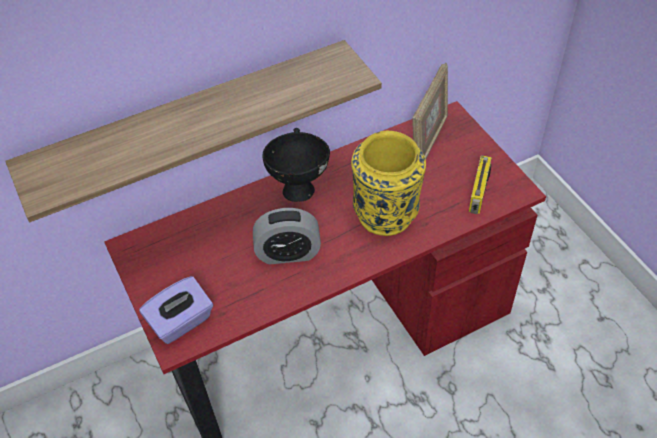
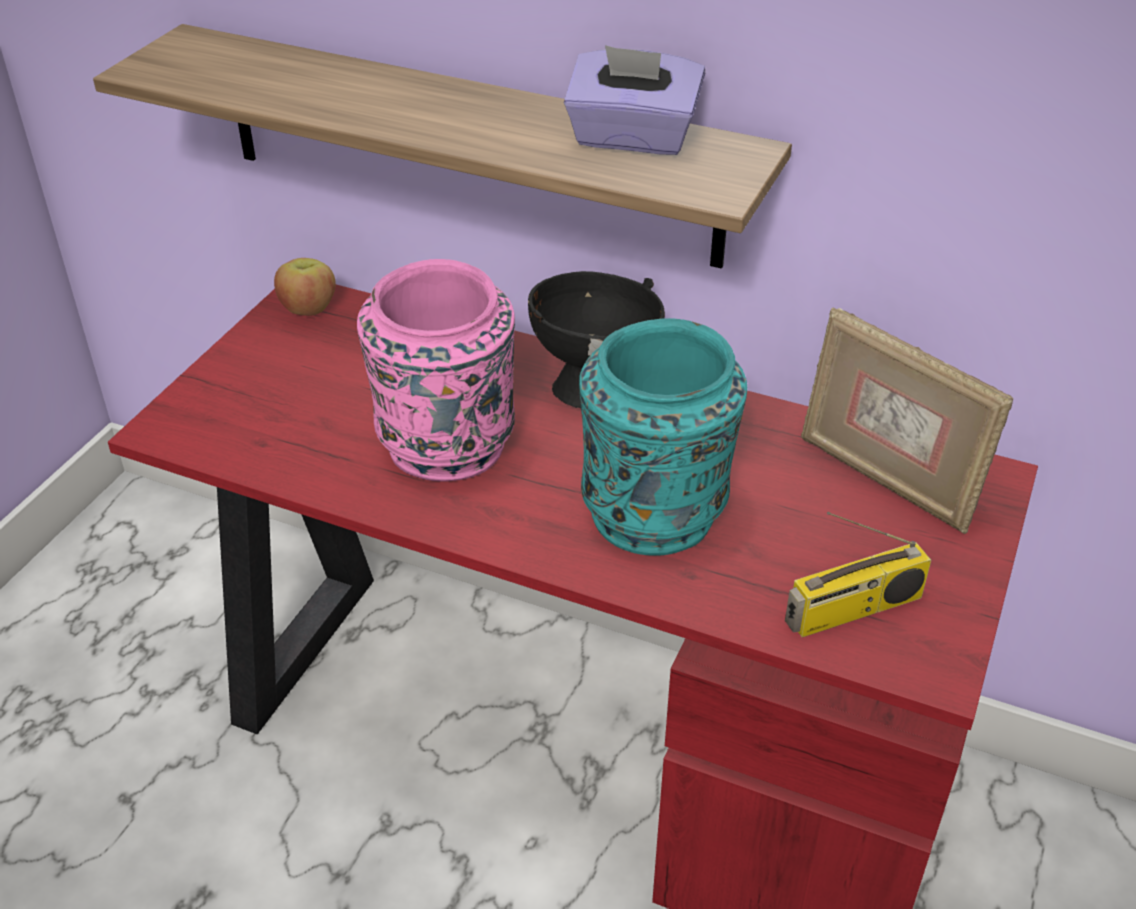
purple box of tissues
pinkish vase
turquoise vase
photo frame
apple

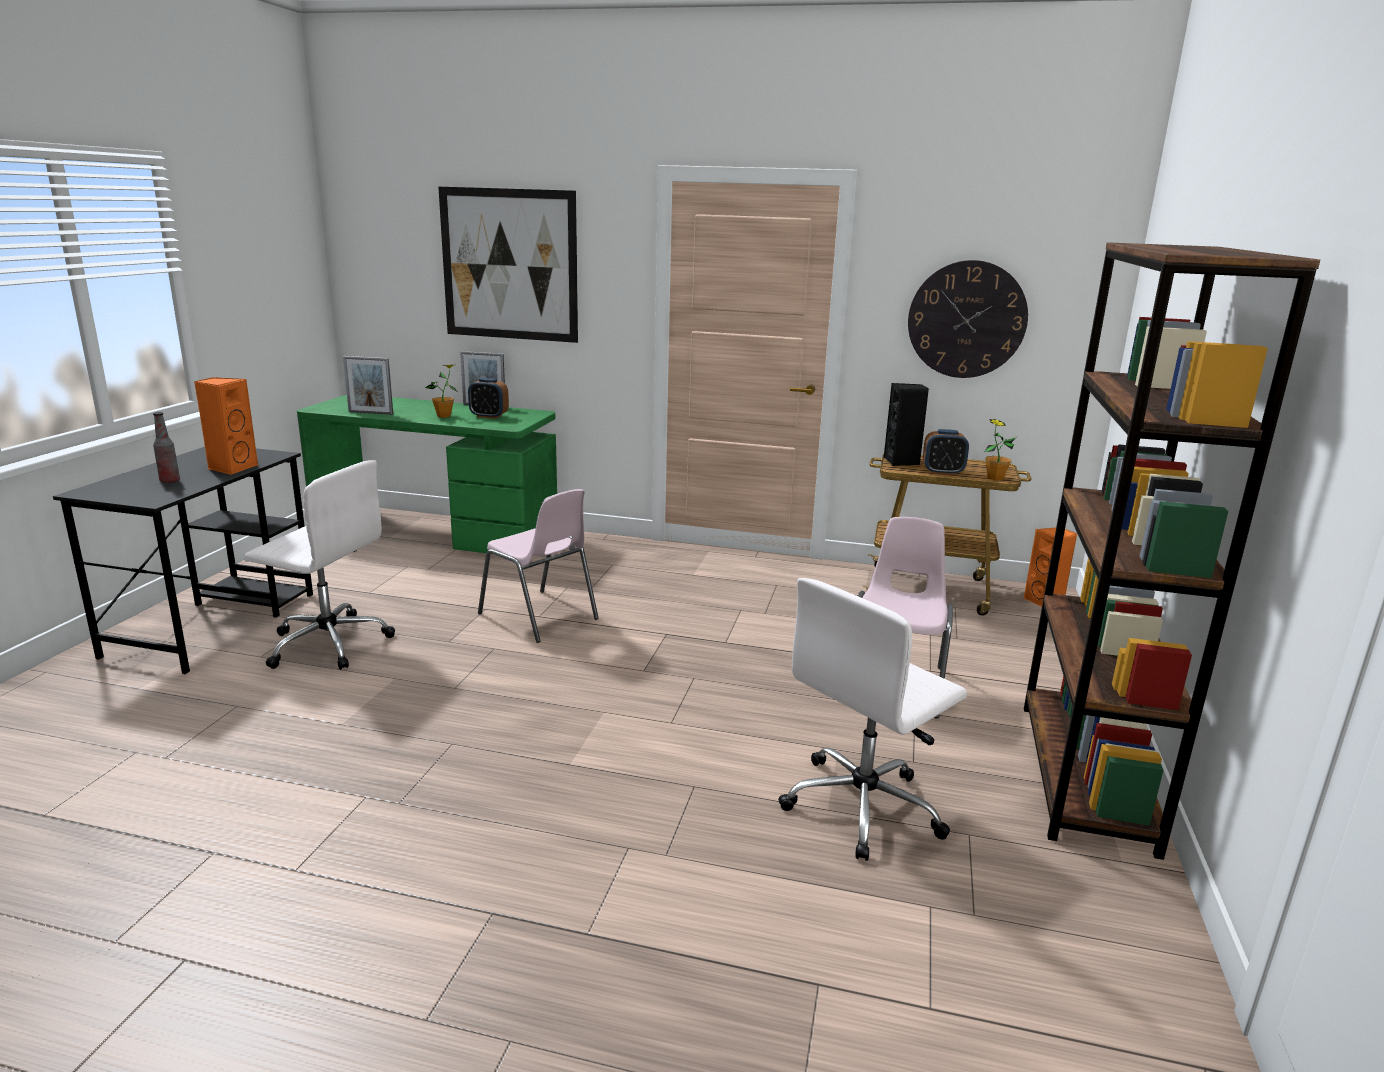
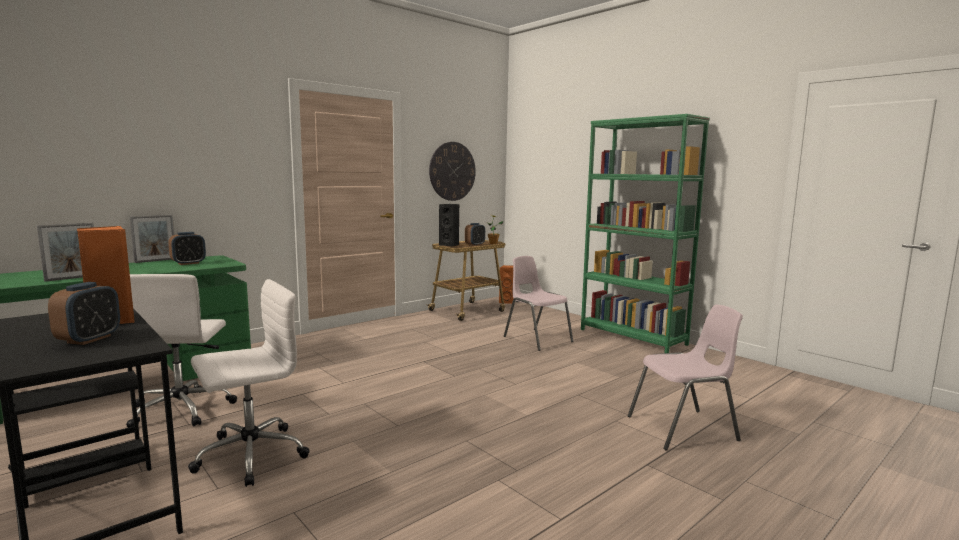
table clock (1st from left)
houseplant (1st from left in the first image)
wall picture
pinkish chair (2nd from left)
white-coloured computer chair (1st from left)
green shelving unit

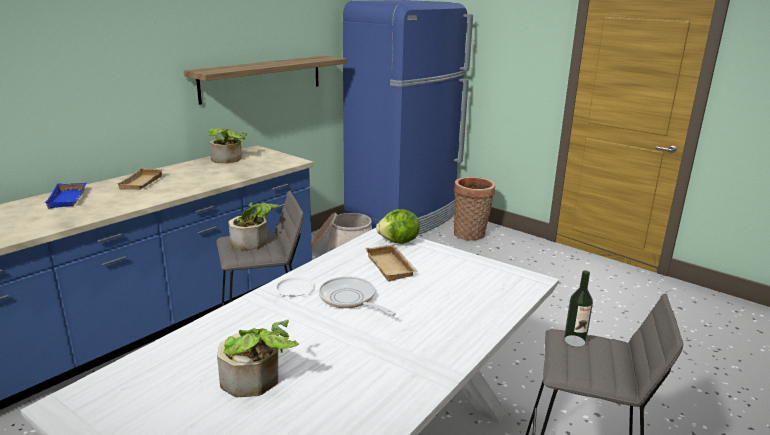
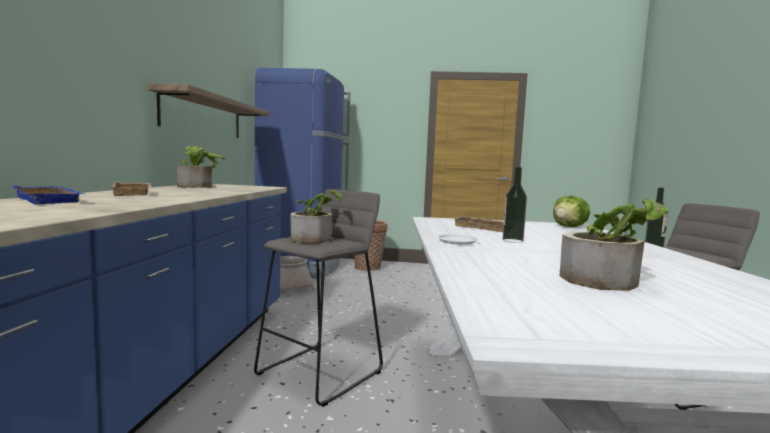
beverage bottle (1st from left)
head of lettuce

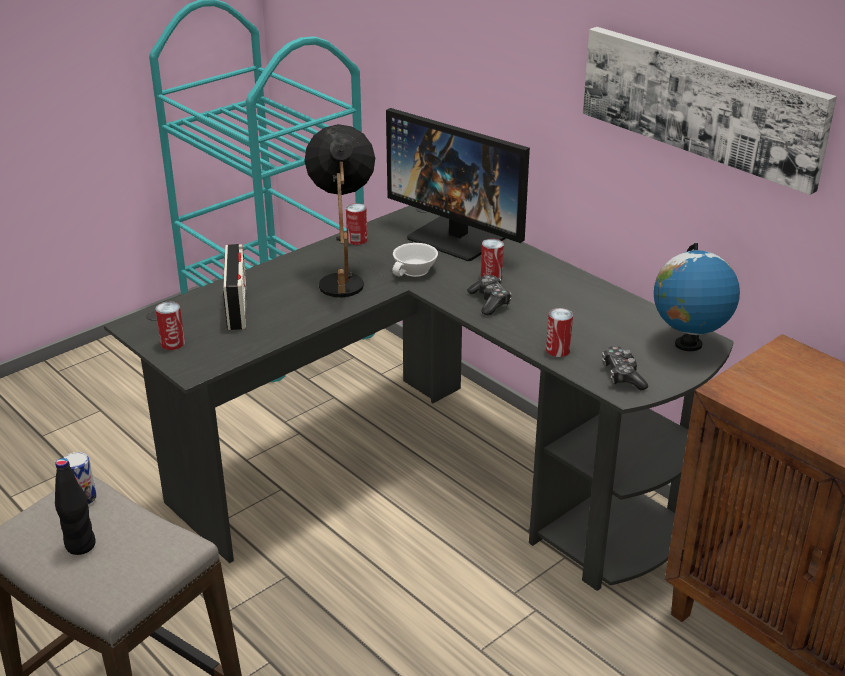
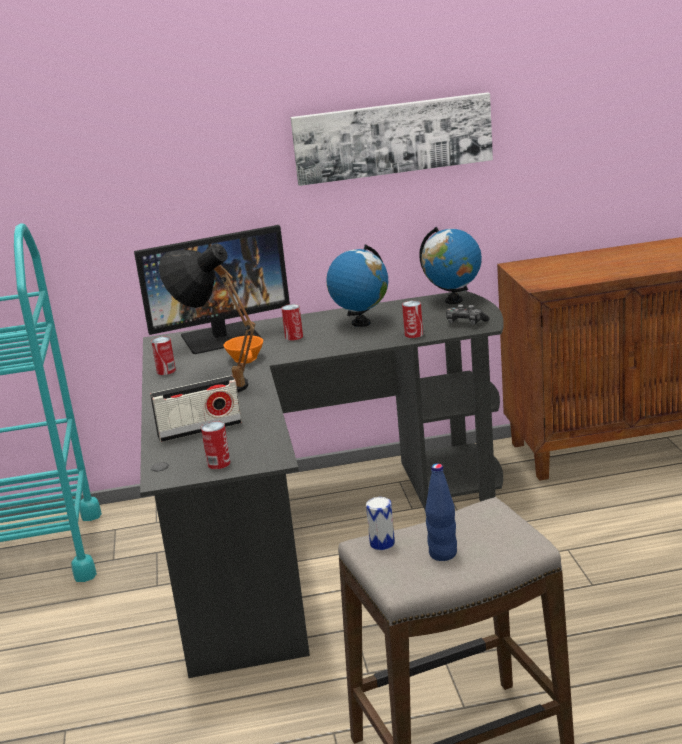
blue beverage bottle
radio
orange small cup
game controller (1st from left in the first image)
globe (1st from left)

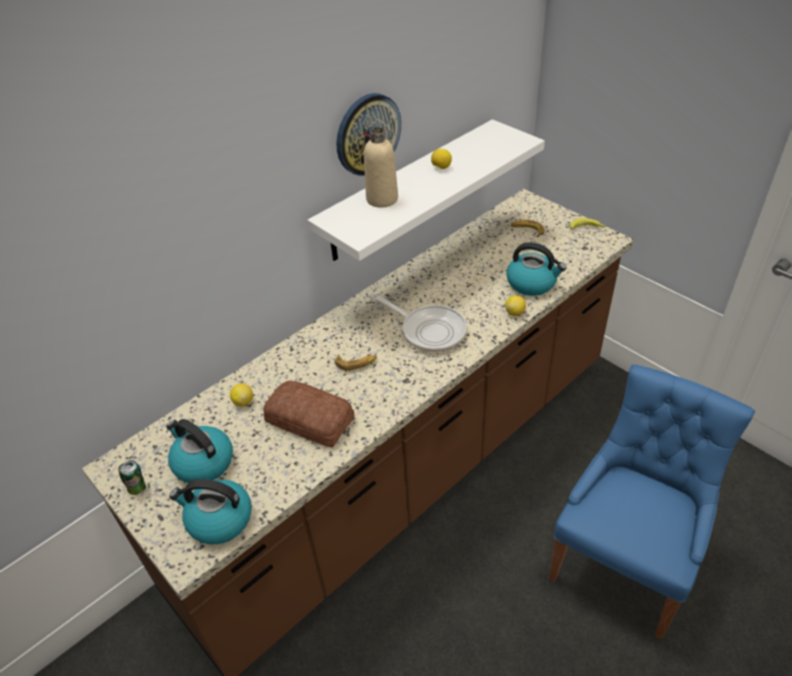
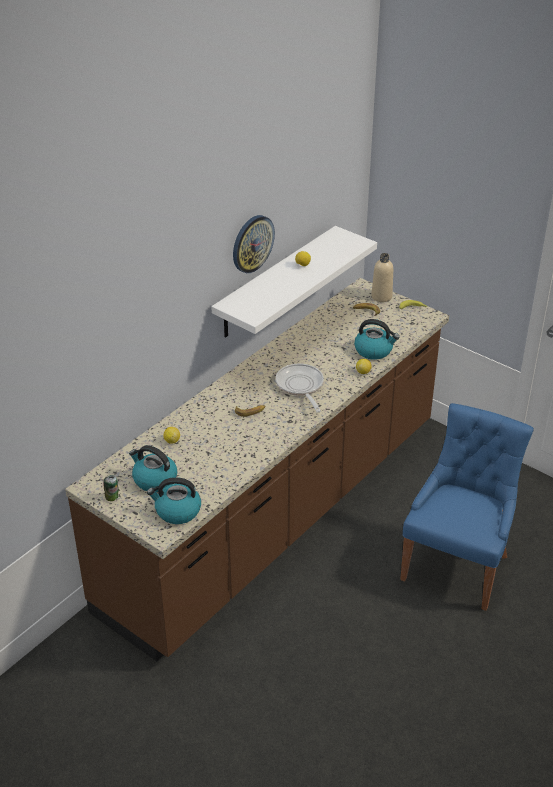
baked bread
beige-coloured beverage bottle
skillet

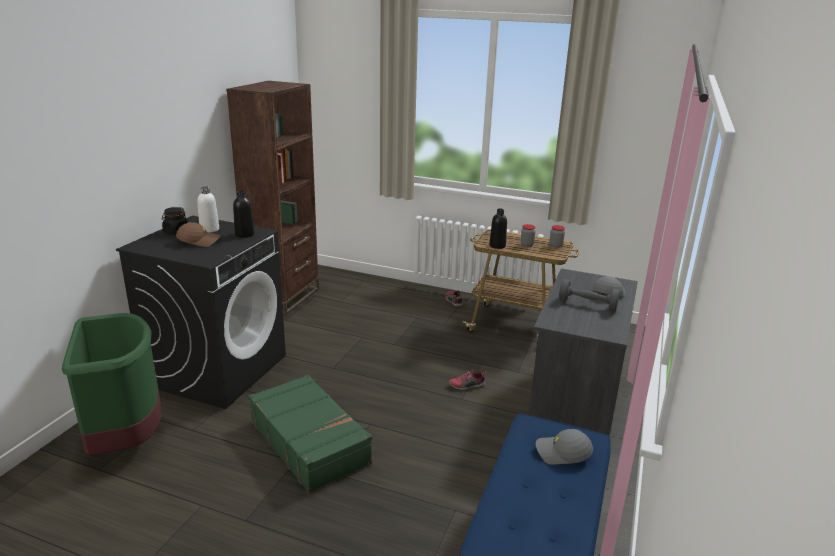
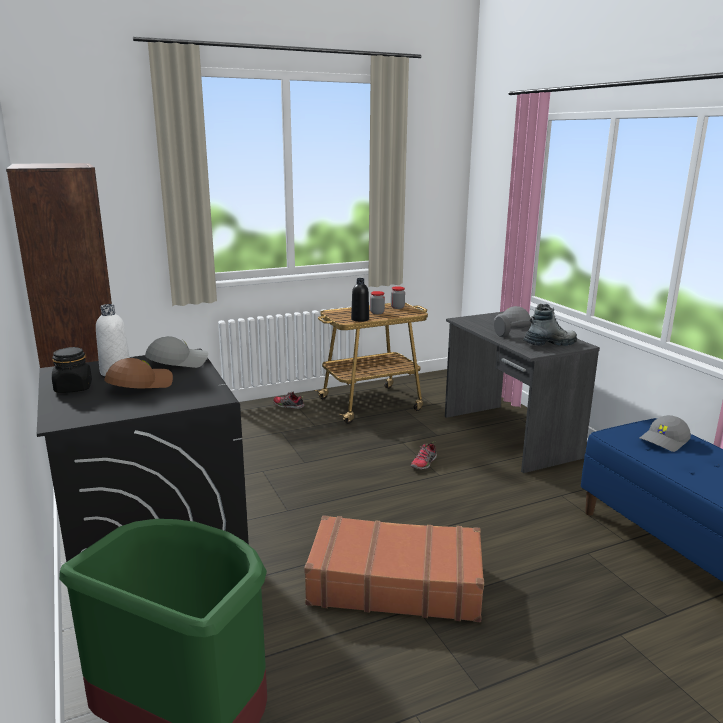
grey peaked cap (1st from left)
brownish travel case
boot

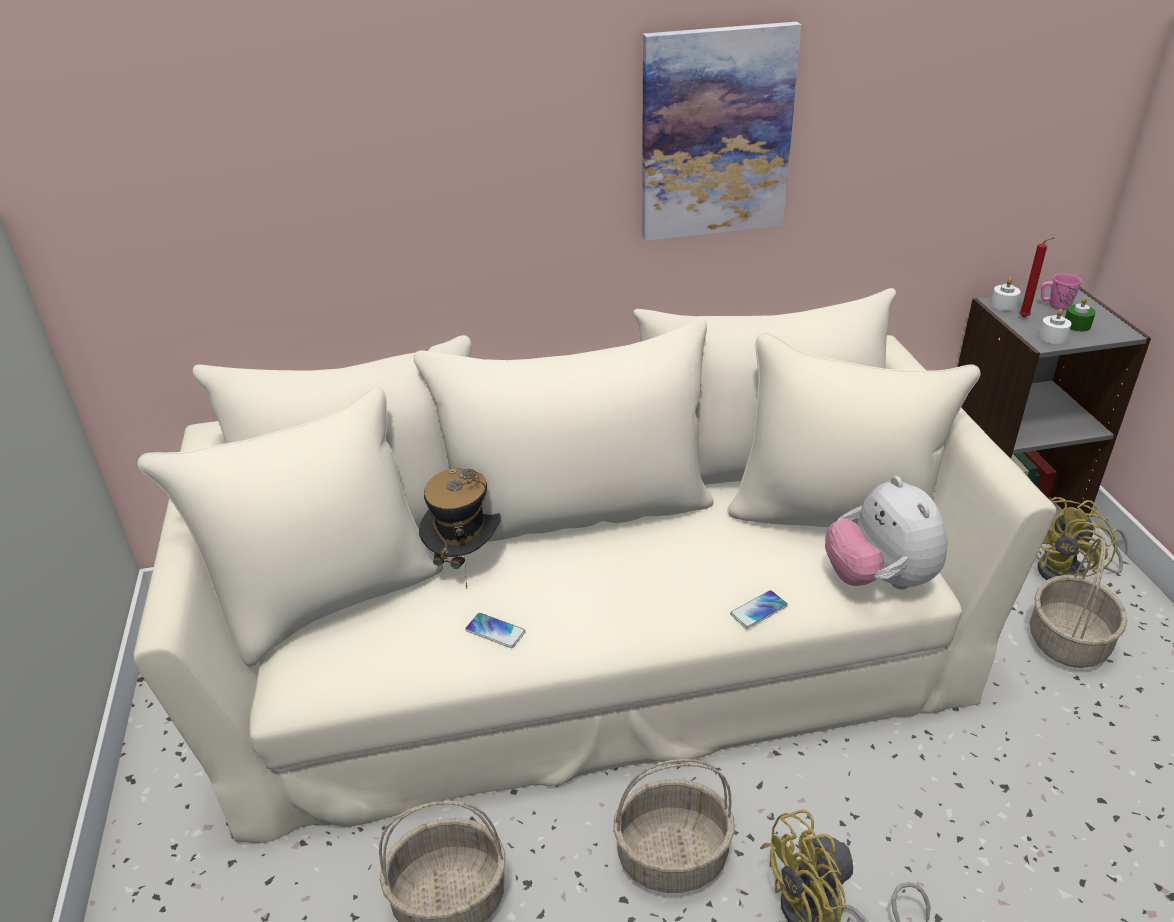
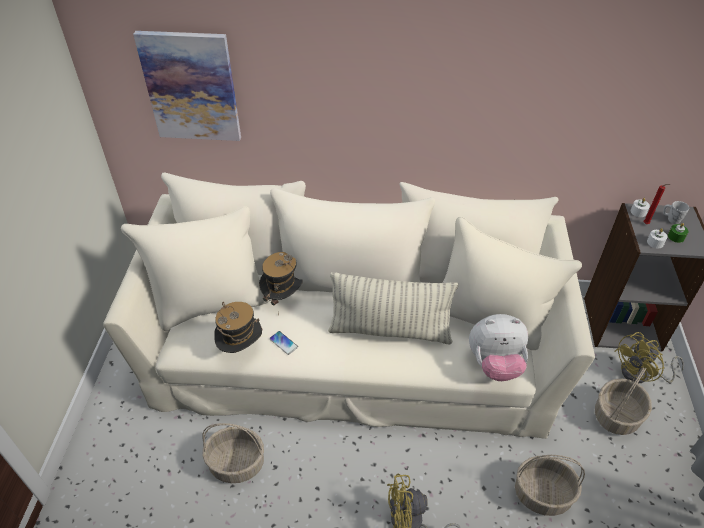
basket (2nd from left)
wall picture
phone (2nd from left in the first image)
soft toy
white-coloured coffee mug
hat (1st from left)
throw pillow

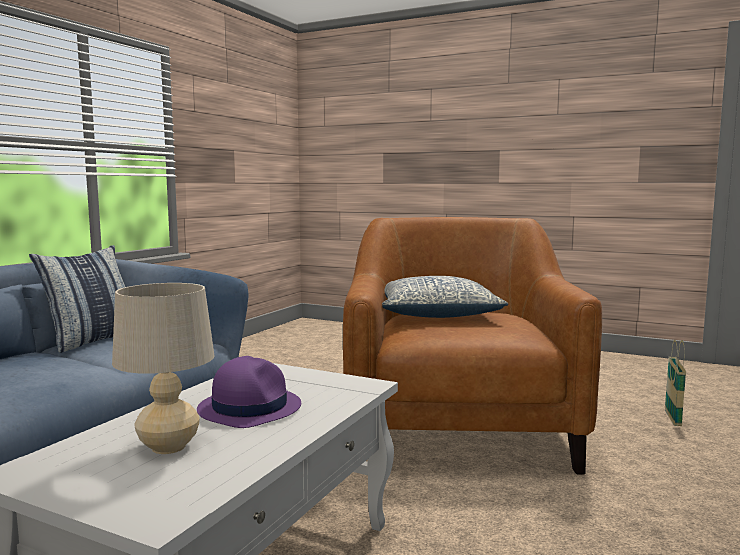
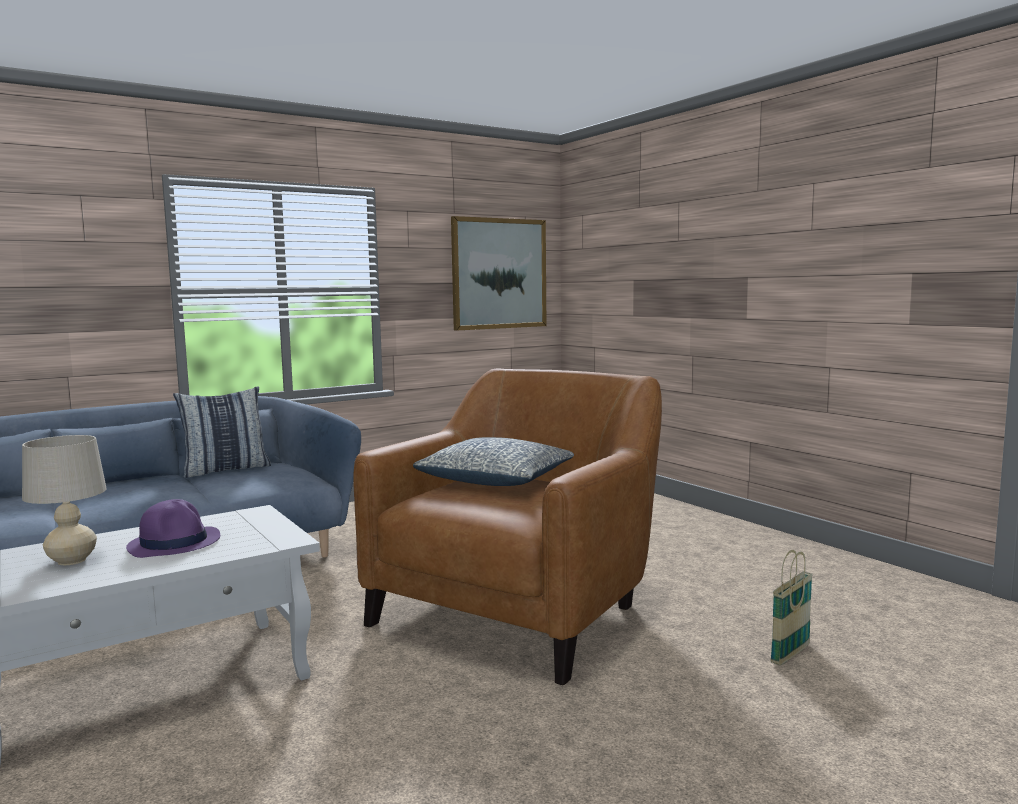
wall picture

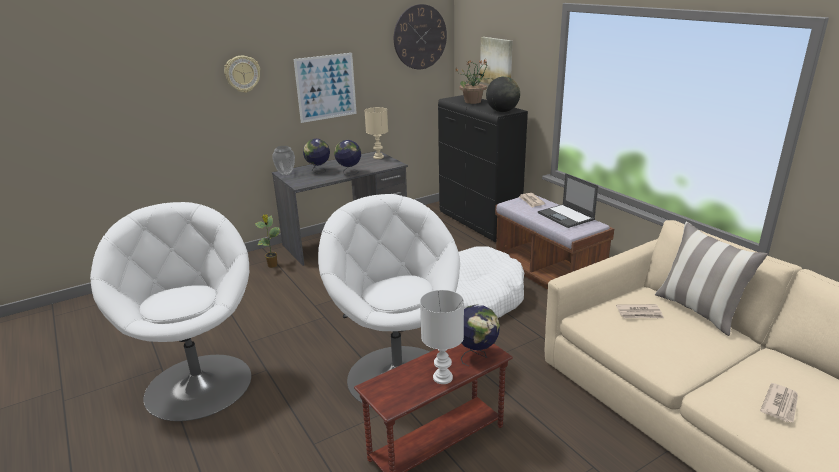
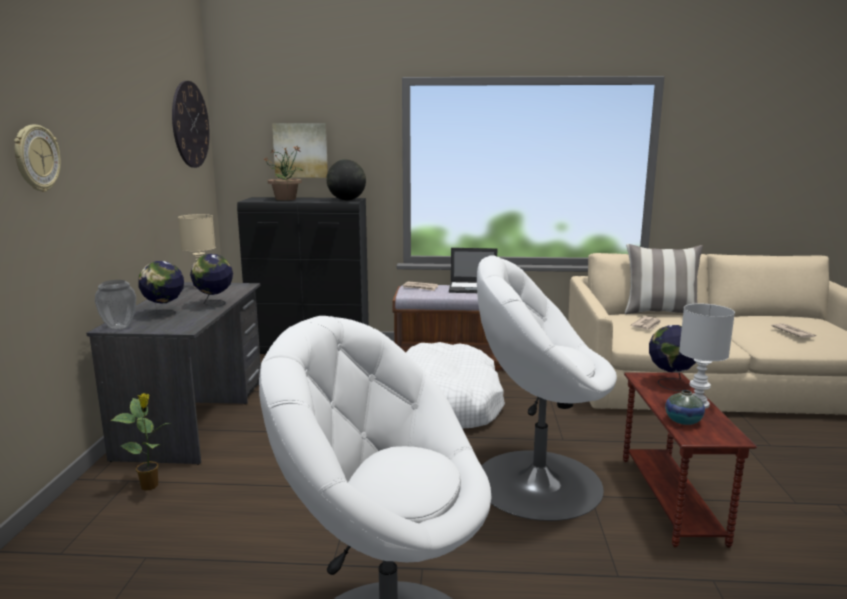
wall picture (1st from left in the first image)
vase (2nd from left)

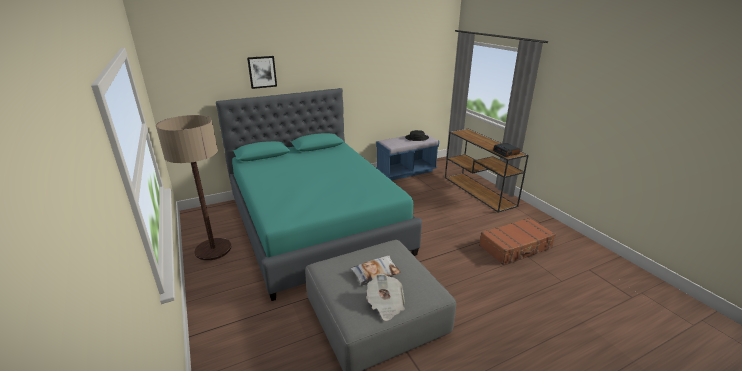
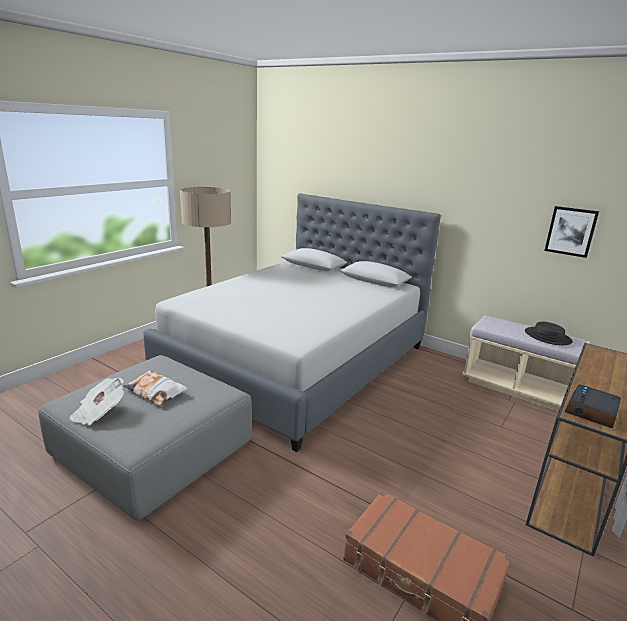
grey bed
wall picture
beige-coloured long seat

